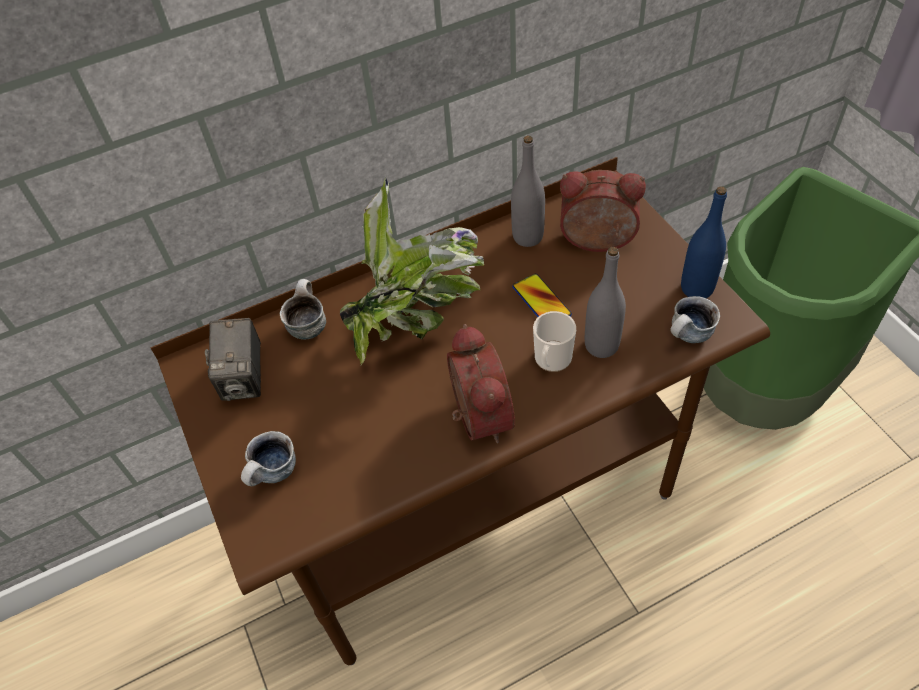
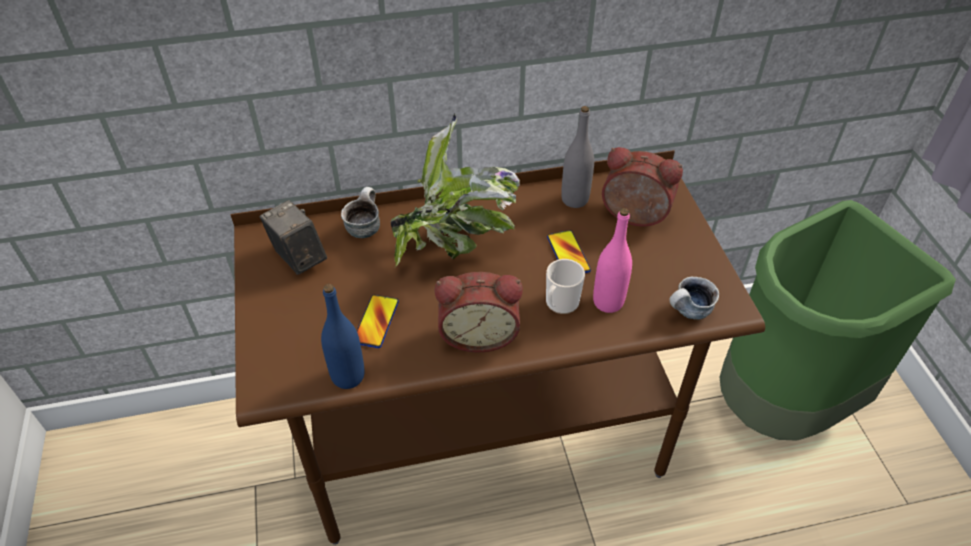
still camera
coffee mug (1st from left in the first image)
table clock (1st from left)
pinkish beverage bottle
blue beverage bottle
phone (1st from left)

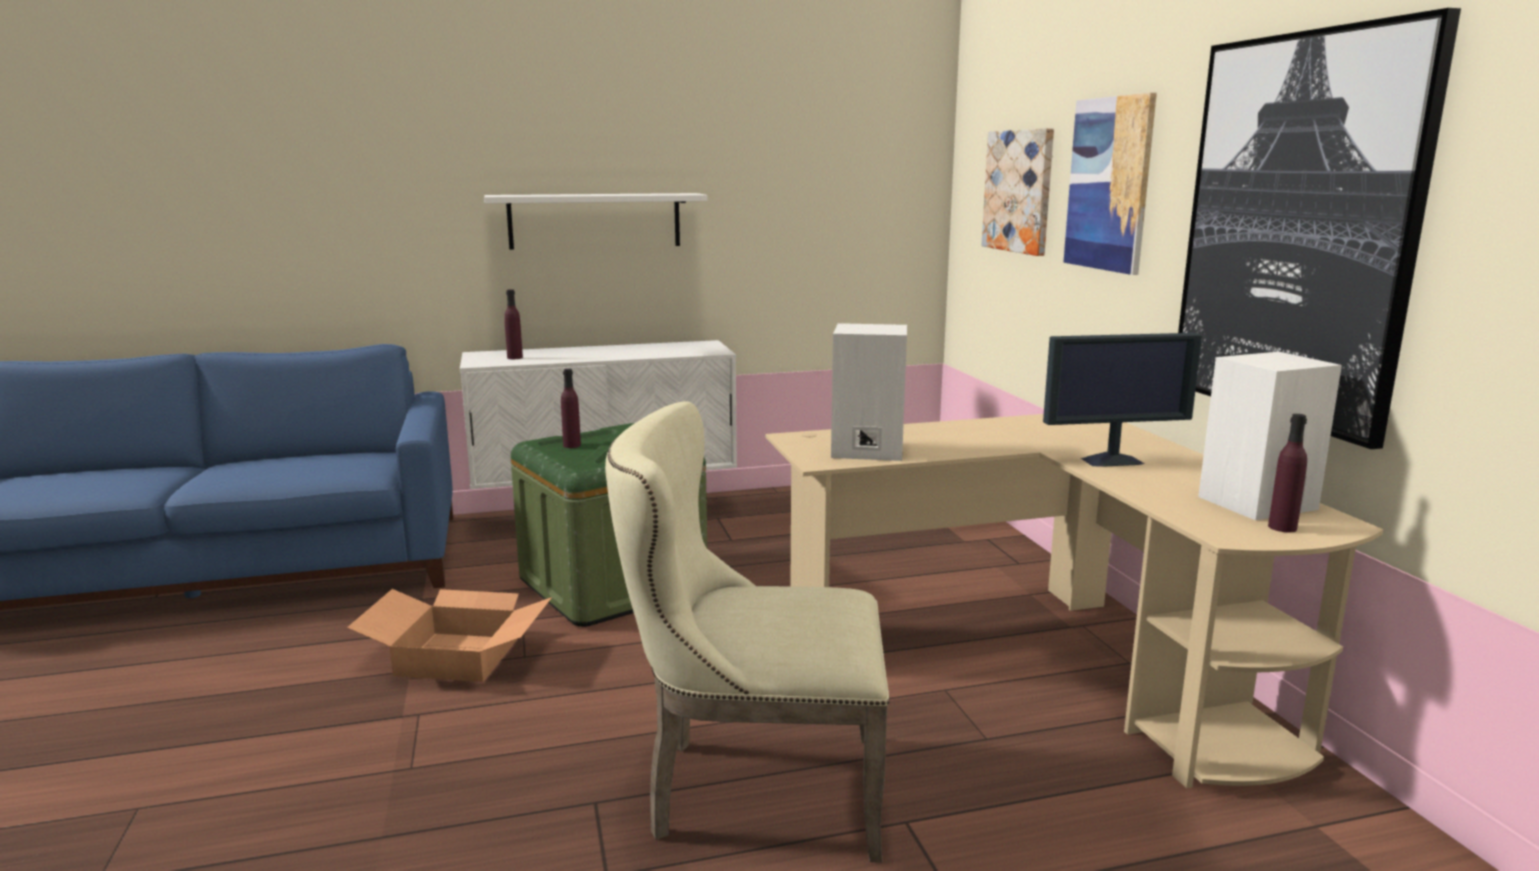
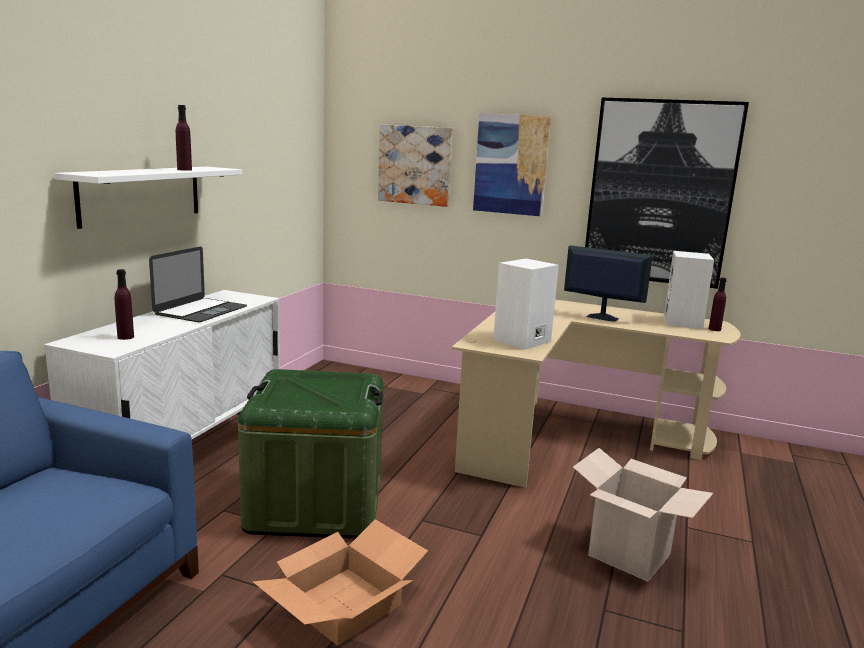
purple beverage bottle (2nd from left)
packing box (2nd from left)
monitor
laptop

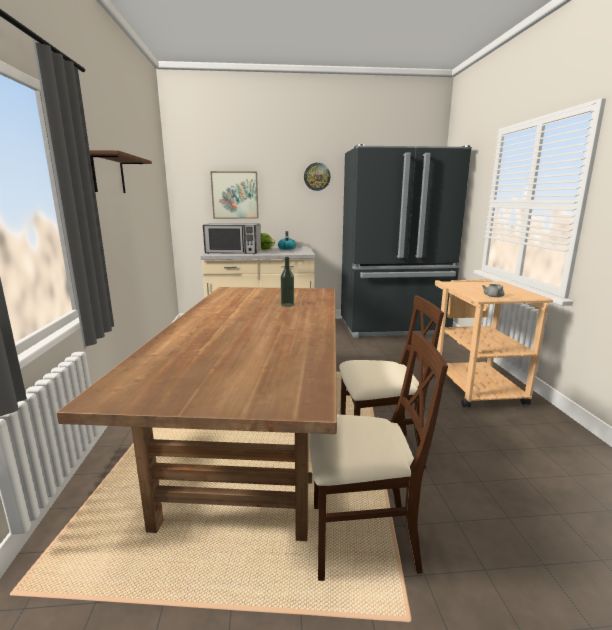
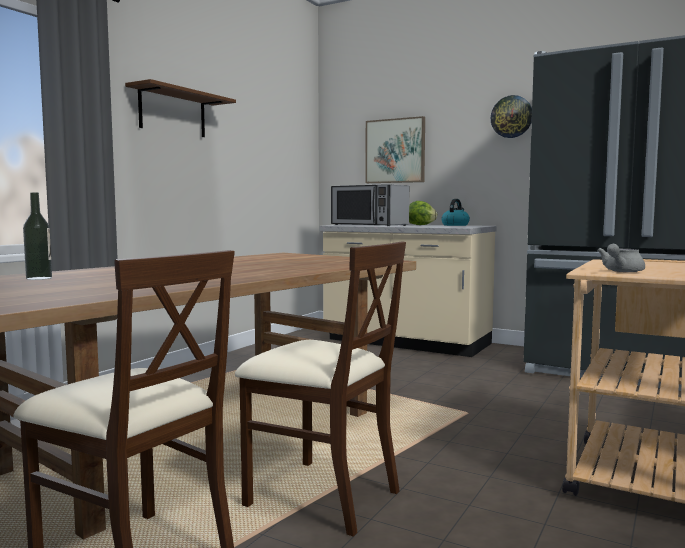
beverage bottle

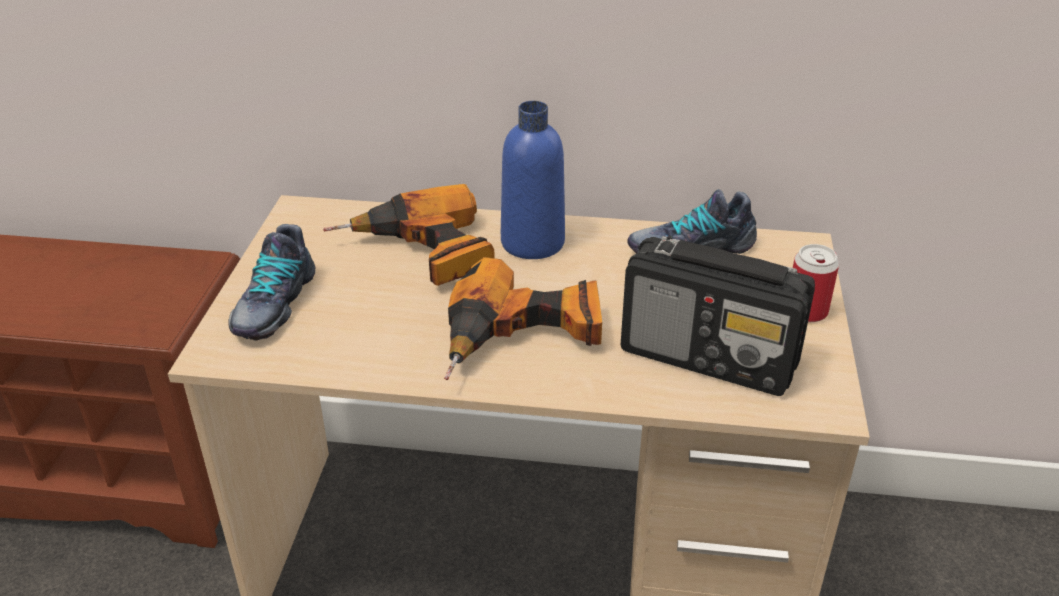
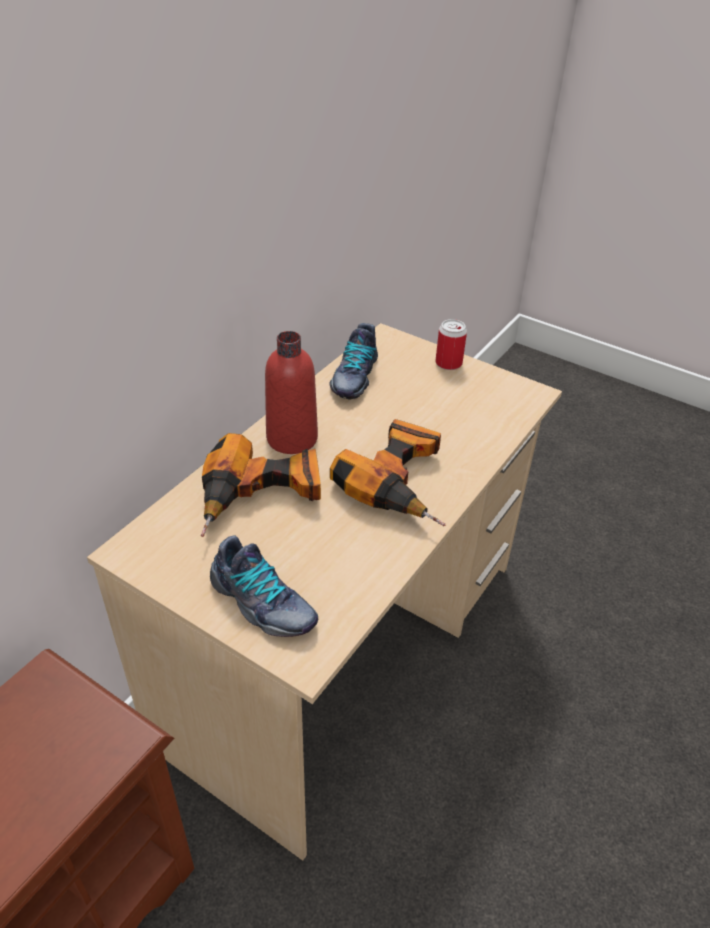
red beverage bottle
radio

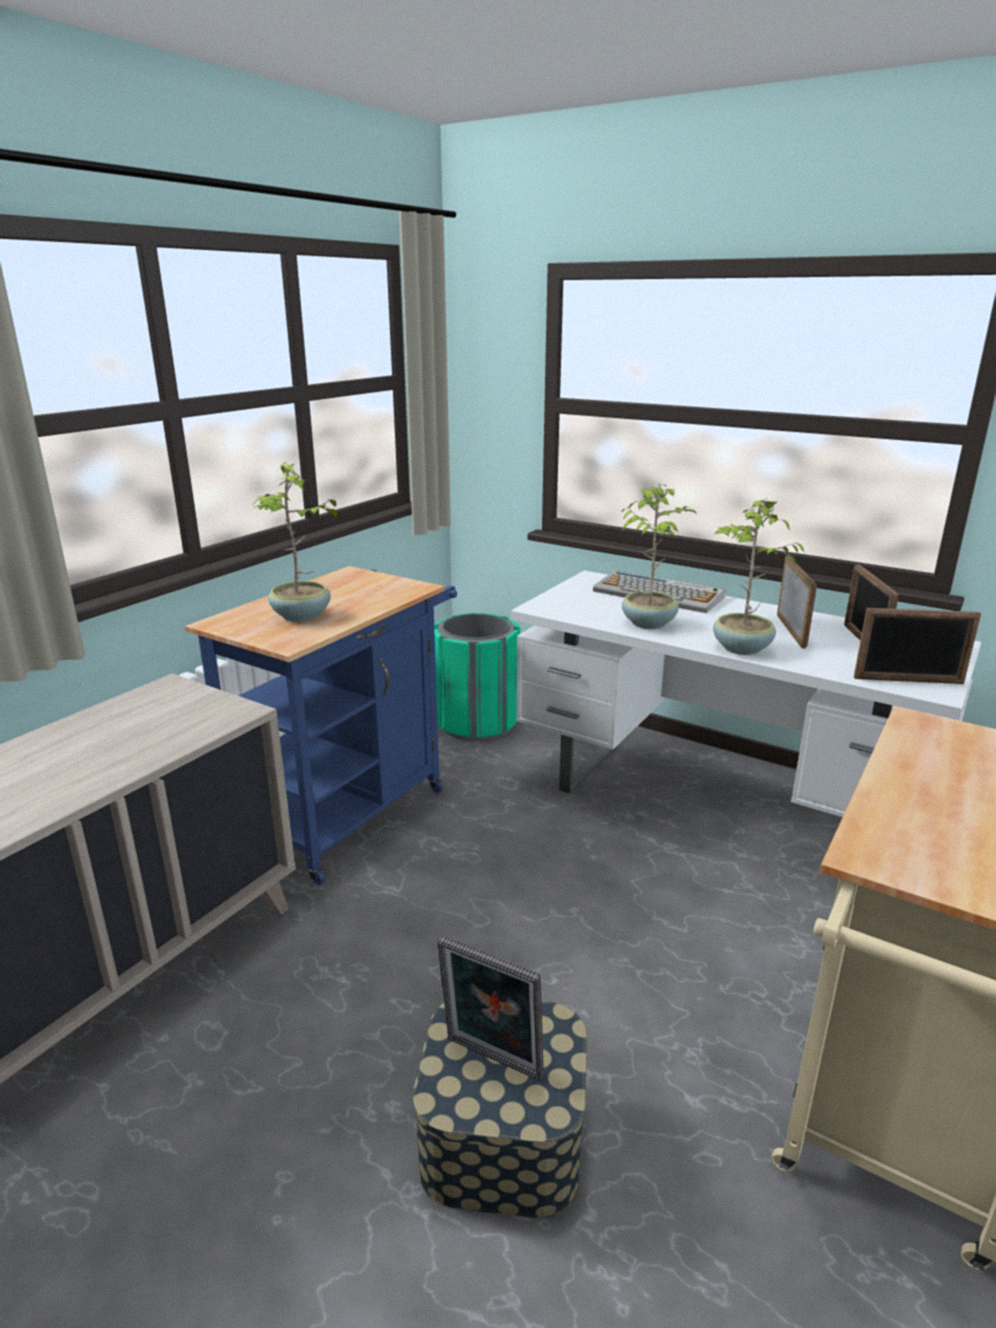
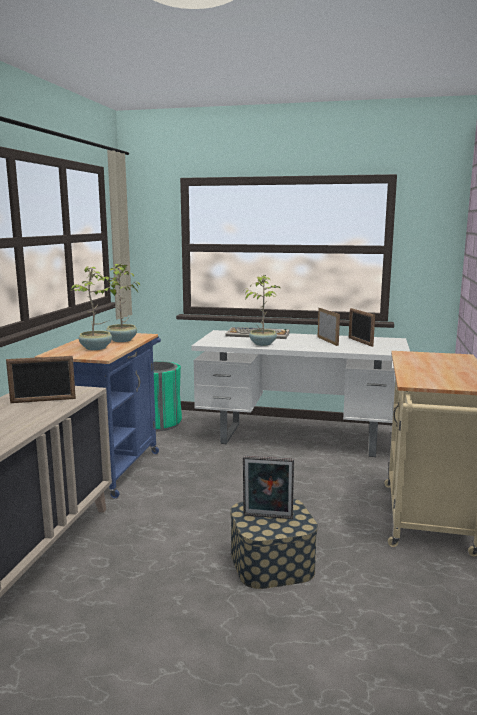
houseplant (2nd from left)
photo frame (1st from left)

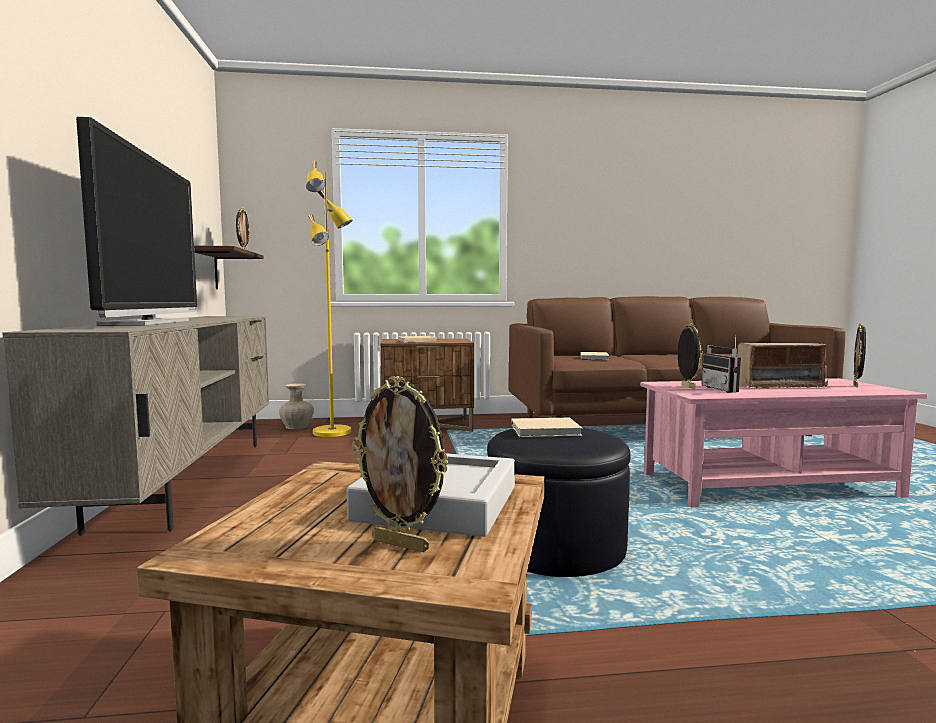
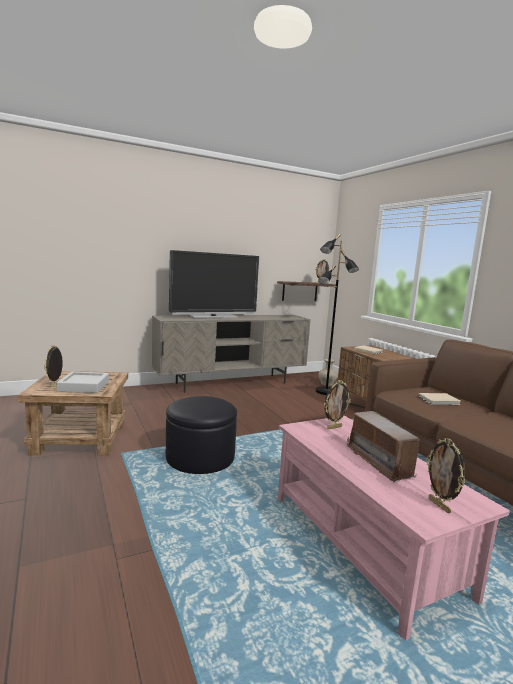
black floor lamp
beige-coloured bound book (2nd from left in the first image)
radio (1st from left in the first image)
photo frame (4th from left)

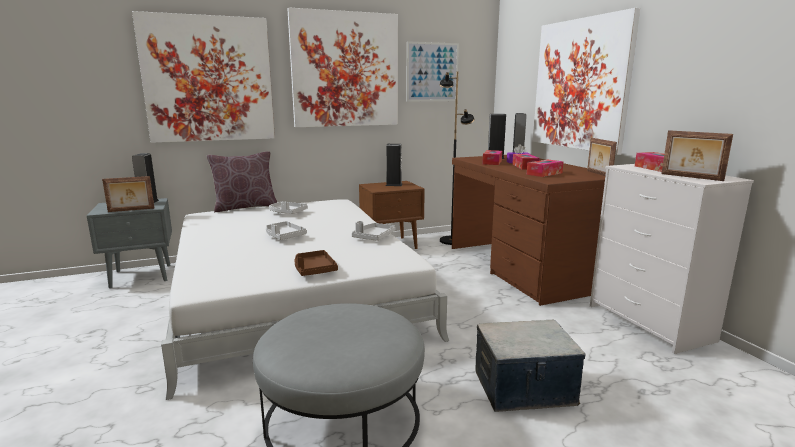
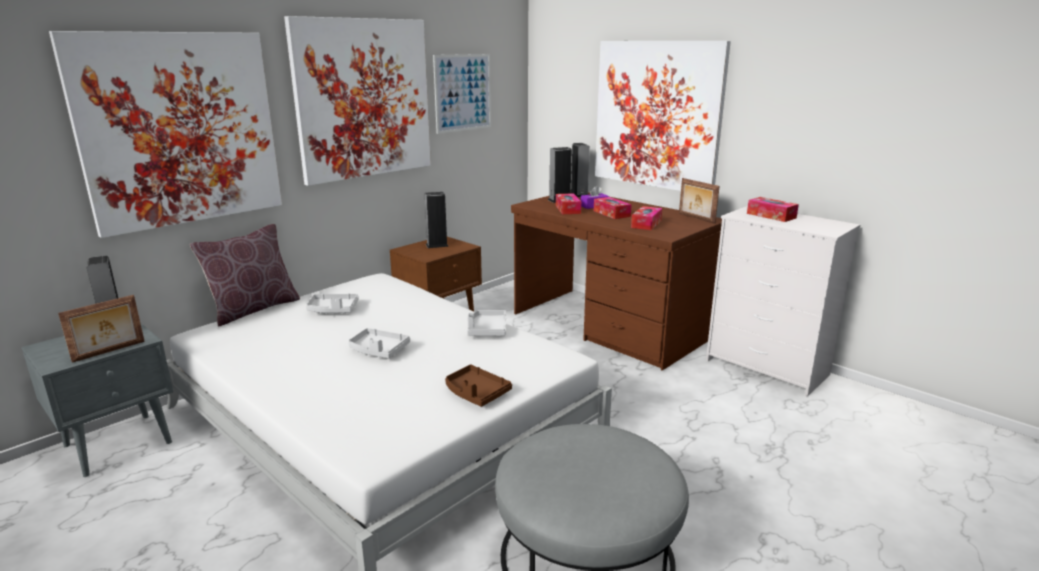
black floor lamp
storage bin
photo frame (3rd from left in the first image)

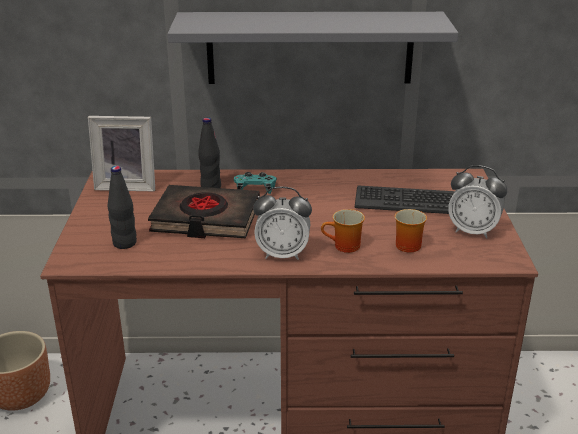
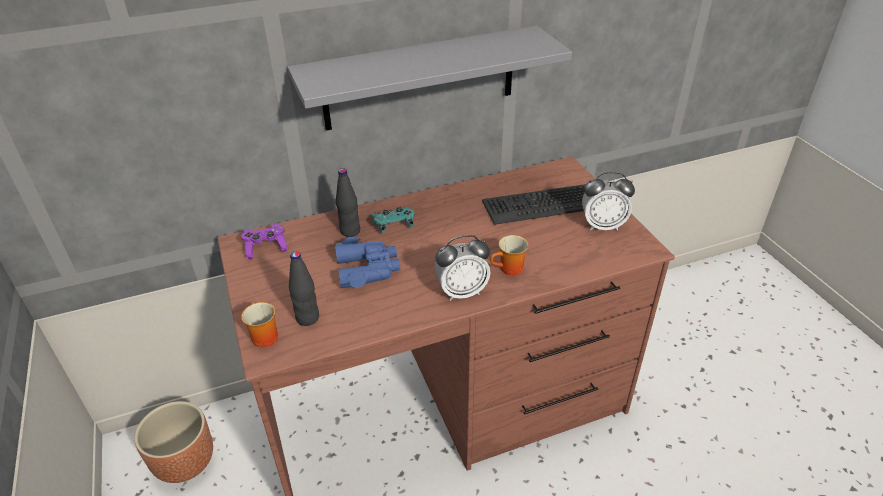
purple game controller
blue pair of binoculars
coffee mug (1st from left)

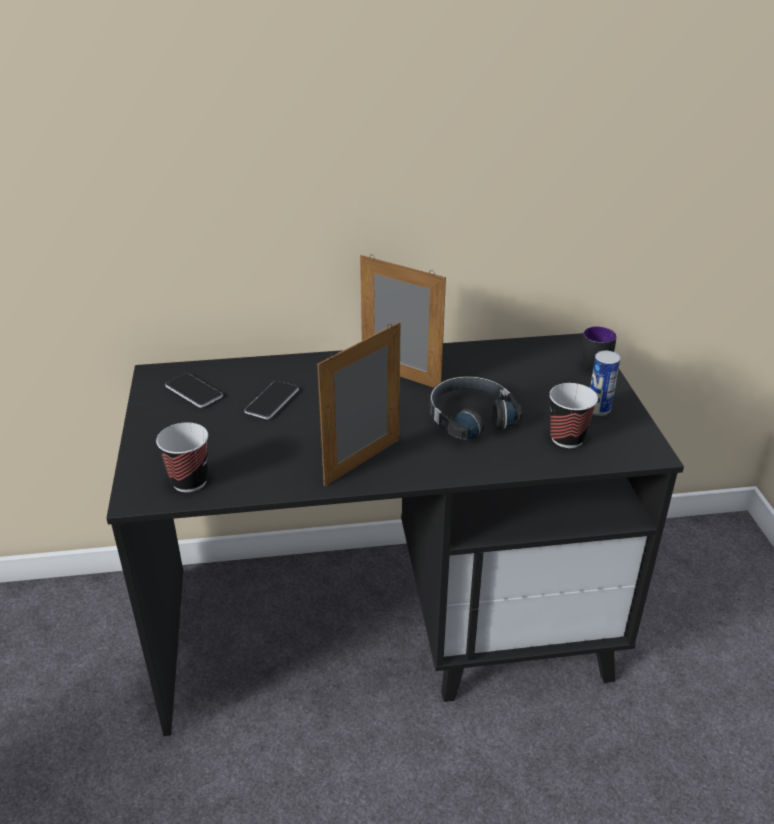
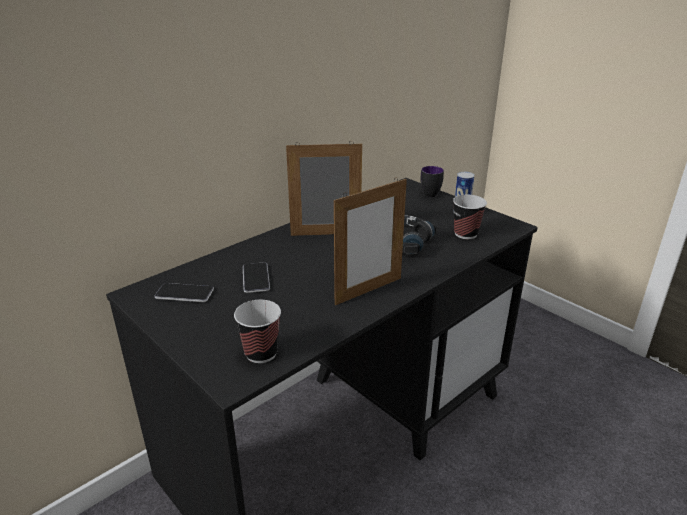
photo frame (2nd from left)

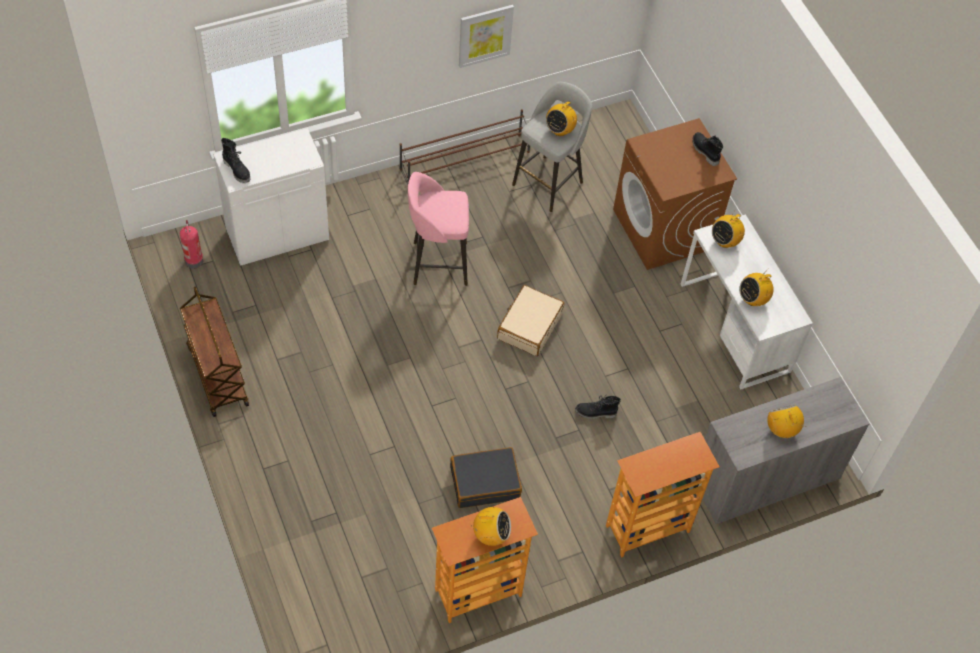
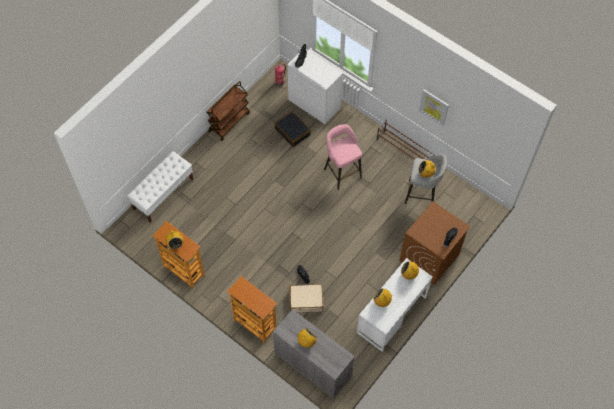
black travel case
beige-coloured travel case
white-coloured long seat

